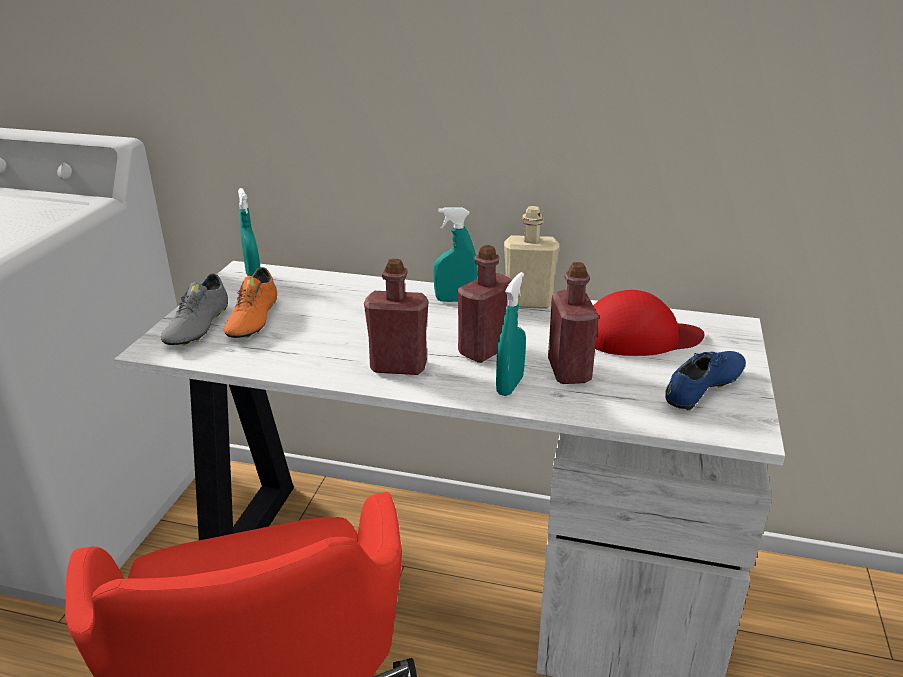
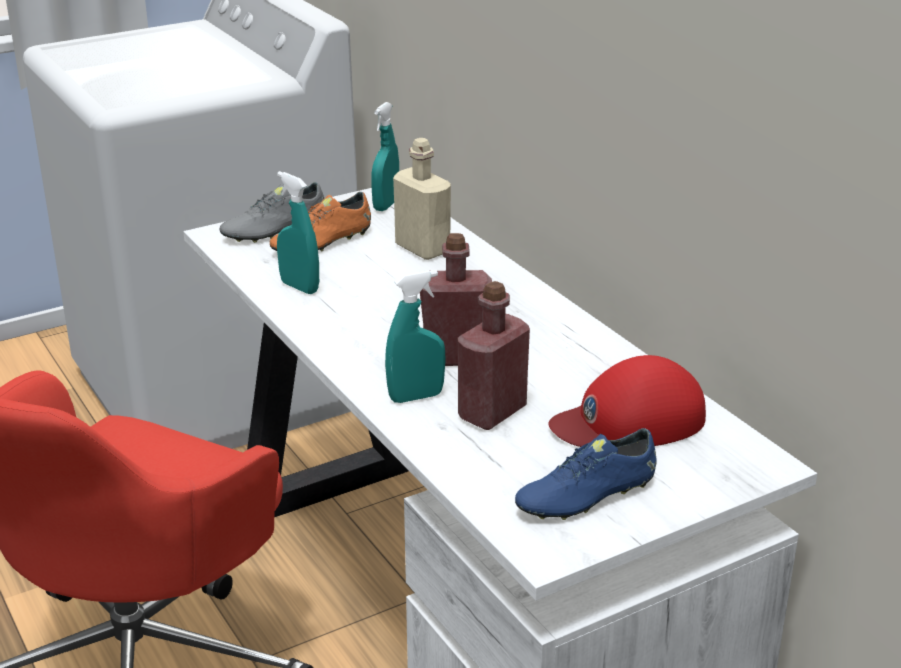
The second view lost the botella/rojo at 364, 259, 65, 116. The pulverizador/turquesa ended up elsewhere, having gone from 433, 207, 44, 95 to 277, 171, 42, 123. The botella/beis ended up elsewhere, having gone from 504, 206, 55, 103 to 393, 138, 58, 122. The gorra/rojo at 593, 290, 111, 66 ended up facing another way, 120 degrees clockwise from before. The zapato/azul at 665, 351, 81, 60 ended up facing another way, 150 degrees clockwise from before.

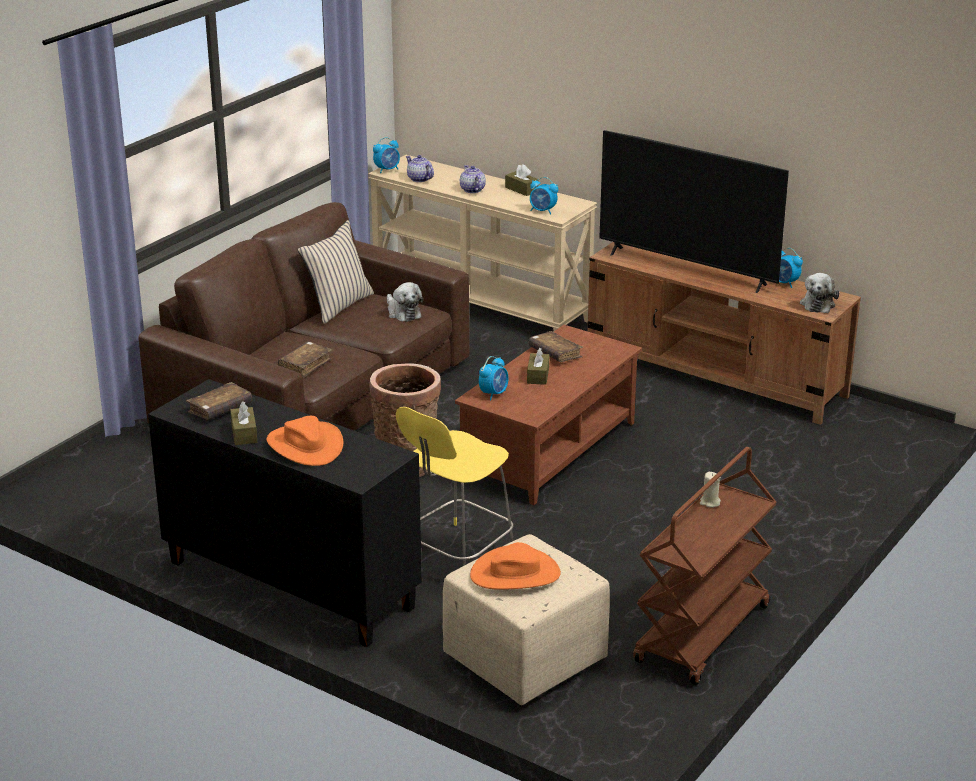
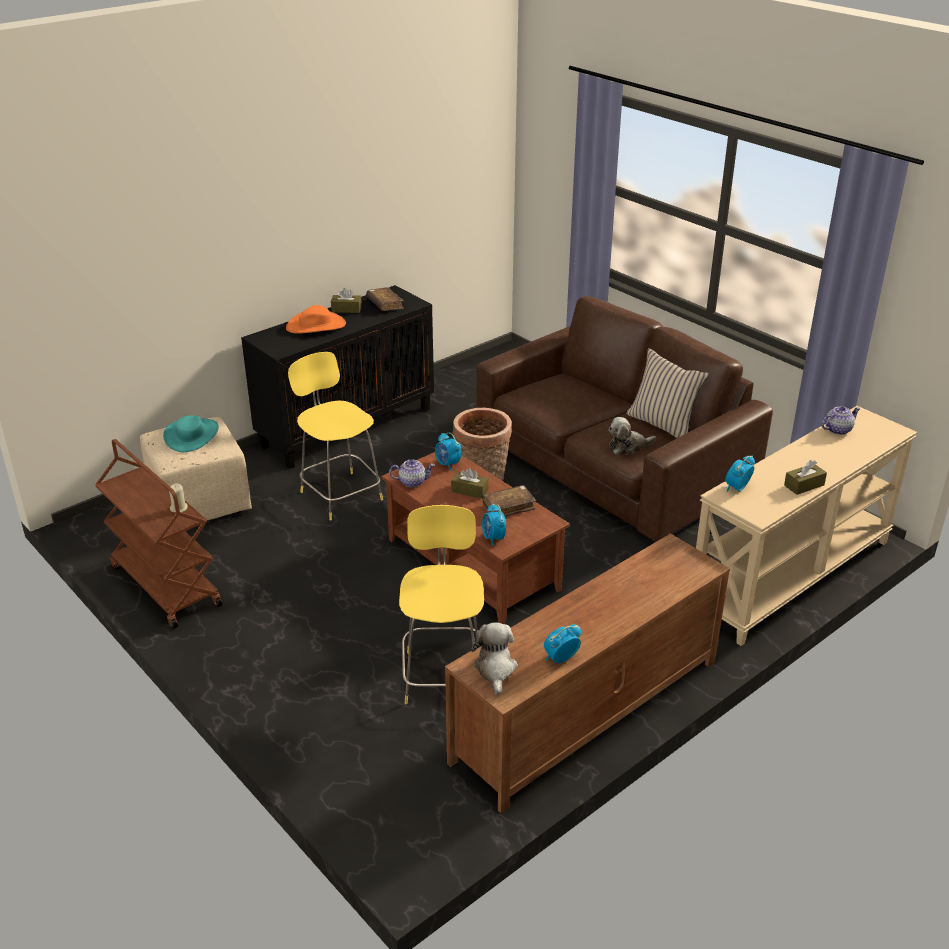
The second view lost the libro/marrón at 278, 341, 54, 37. The despertador ended up elsewhere, having gone from 373, 137, 27, 37 to 482, 503, 24, 43. The tetera ended up elsewhere, having gone from 460, 165, 26, 28 to 389, 459, 46, 29. What was the sombrero/naranja at 470, 542, 91, 48 turned into the sombrero/turquesa at 163, 415, 56, 37. The second view lost the televisor at 600, 130, 189, 163. The peluche at 800, 273, 39, 40 ended up facing another way, 60 degrees clockwise from before. The second view gained the taburete/amarillo at 399, 505, 85, 199.

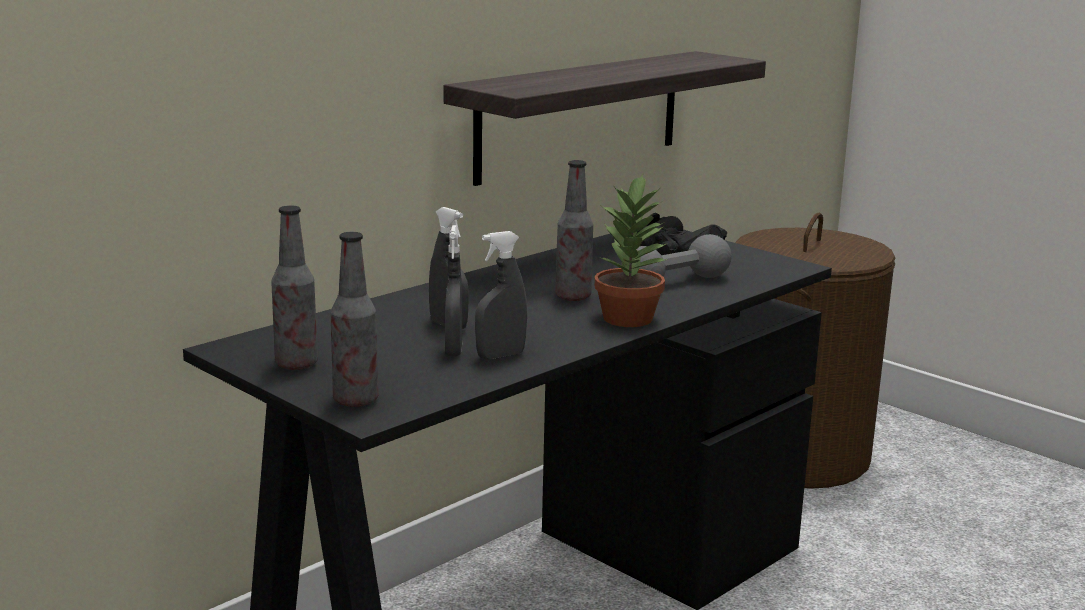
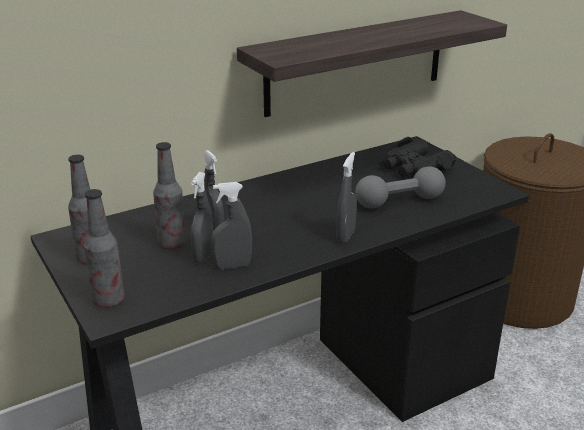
The botella ended up elsewhere, having gone from 555, 160, 38, 141 to 153, 142, 33, 107. Where the planta en maceta stood at 594, 174, 74, 153, the pulverizador/gris came to stand at 336, 152, 21, 91.

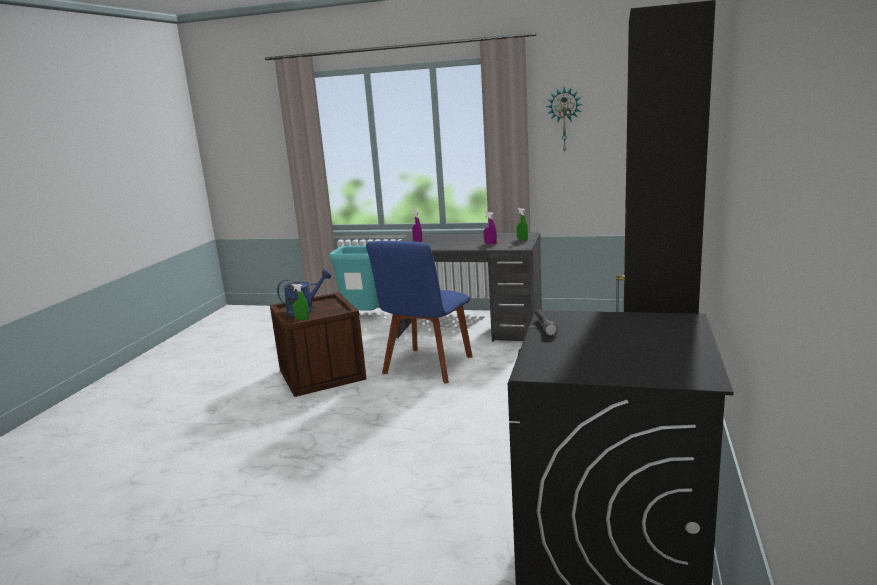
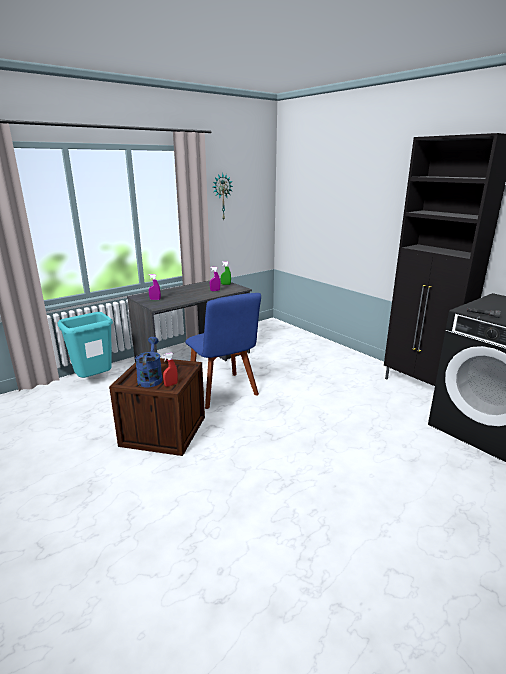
What was the pulverizador/verde at 291, 284, 18, 36 turned into the pulverizador/rojo at 163, 352, 15, 35.

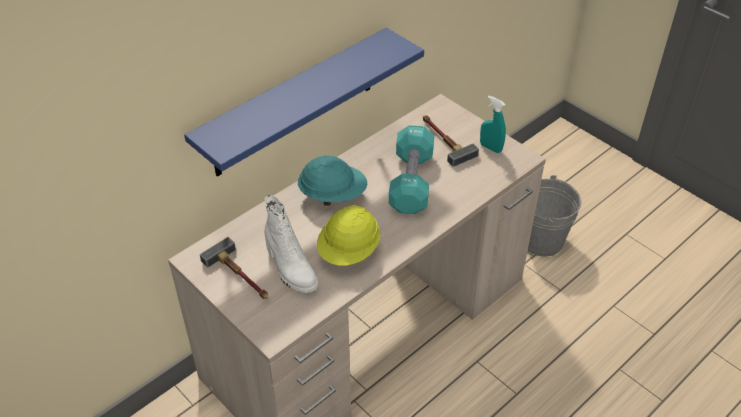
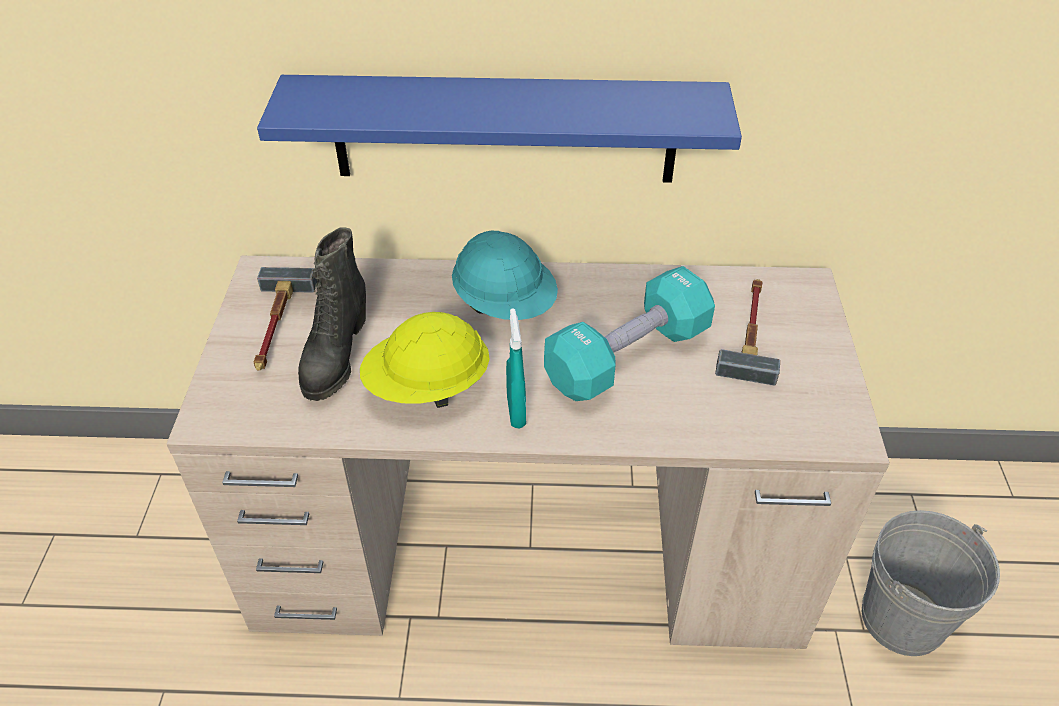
What was the bota/blanco at 264, 195, 54, 98 turned into the bota/negro at 298, 227, 68, 174. The pulverizador/turquesa ended up elsewhere, having gone from 480, 96, 26, 57 to 506, 308, 20, 120.

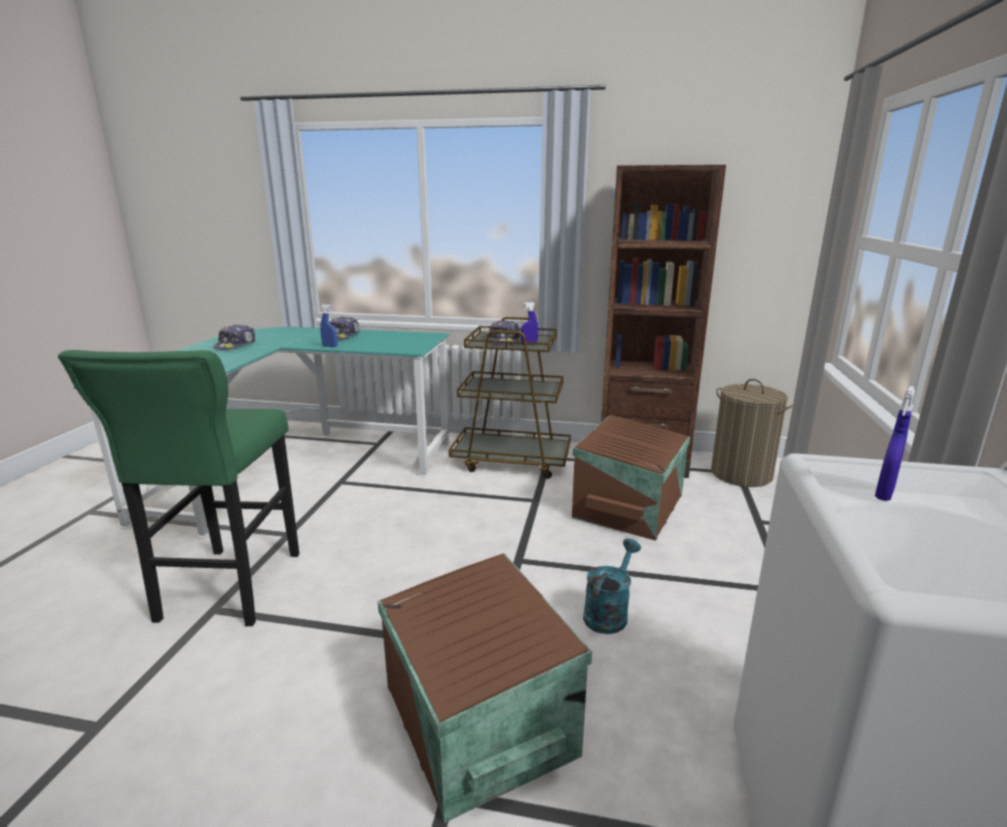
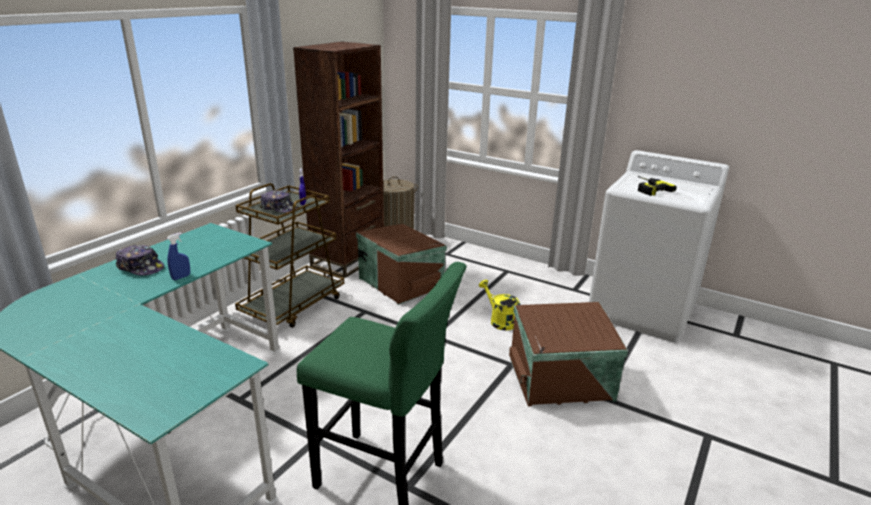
The second view lost the gorra at 213, 325, 42, 25. What was the regadera/turquesa at 583, 539, 58, 95 turned into the regadera/amarillo at 479, 280, 41, 51. Where the pulverizador/azul stood at 875, 386, 40, 115, the taladro came to stand at 638, 176, 39, 20.

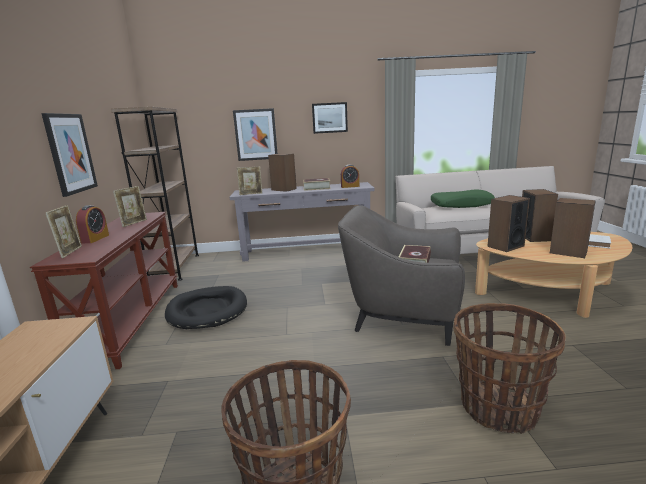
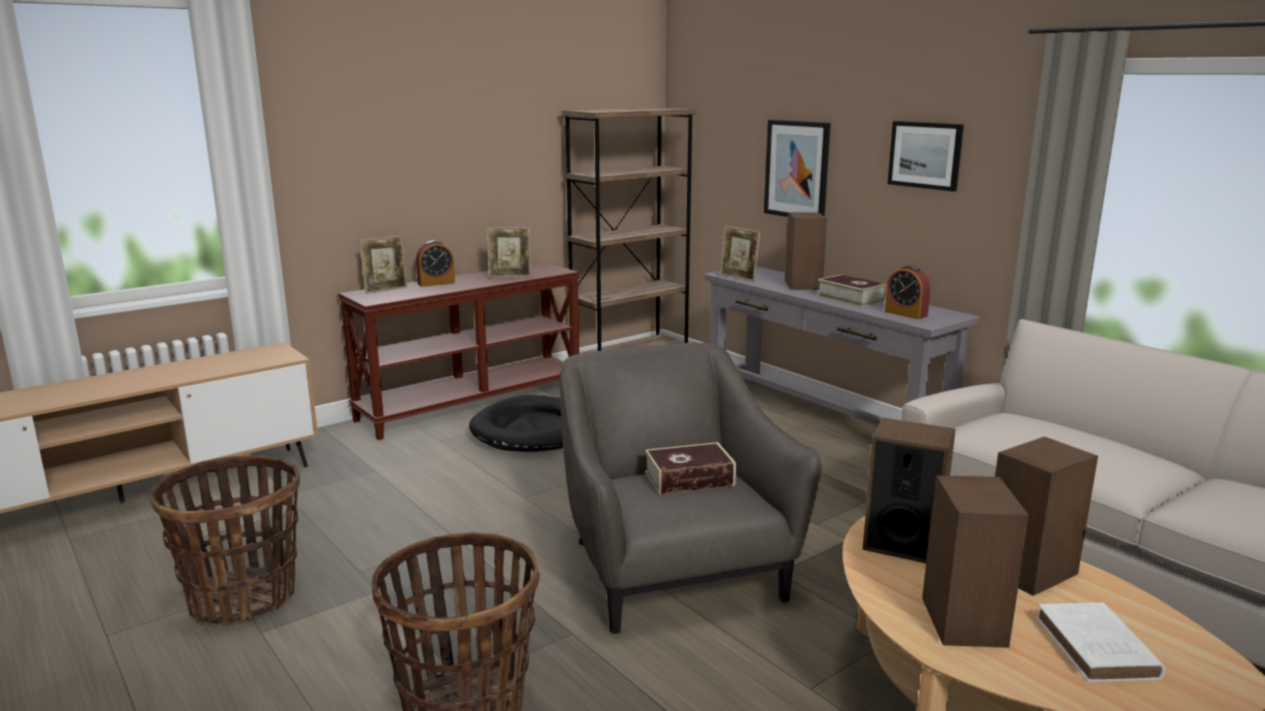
The second view lost the cuadro at 41, 113, 57, 84. The second view lost the cojín/verde at 431, 189, 64, 19.

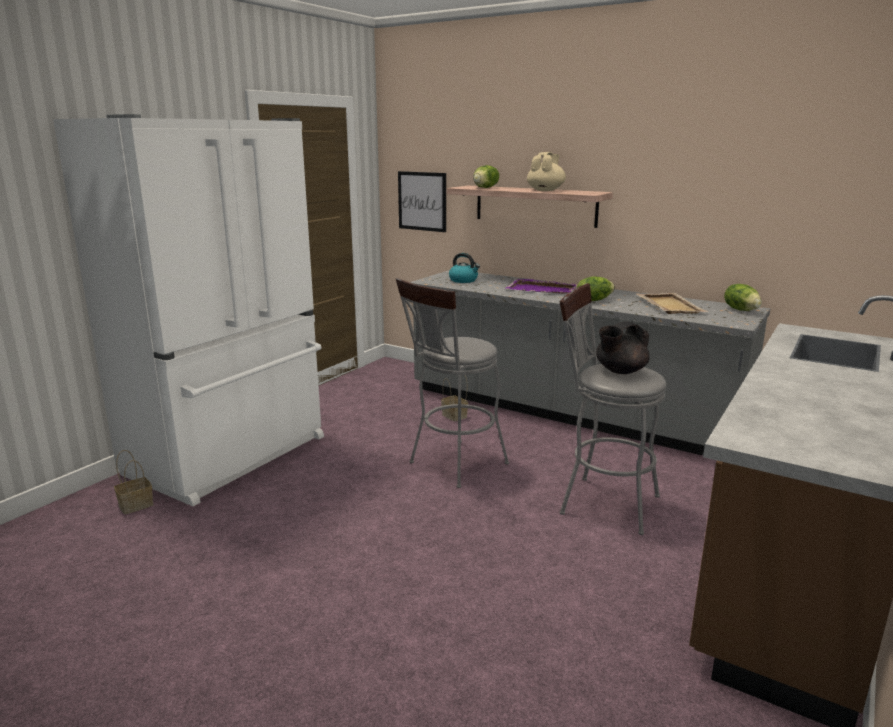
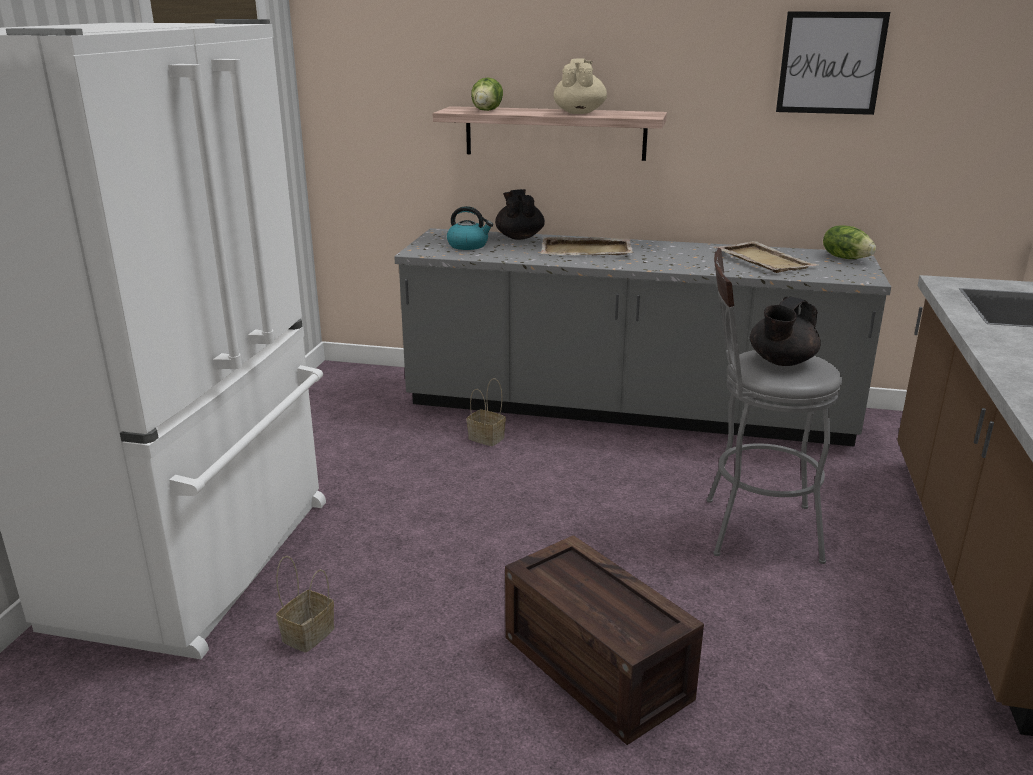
The cesta ended up elsewhere, having gone from 114, 450, 39, 64 to 276, 556, 58, 97. The second view lost the taburete/gris at 396, 278, 113, 210. The cuadro ended up elsewhere, having gone from 398, 171, 48, 61 to 776, 11, 114, 104. What was the bandeja/morado at 506, 279, 72, 15 turned into the bandeja/beis at 541, 237, 92, 18. The second view lost the lechuga at 577, 277, 38, 24. The second view gained the tetera/negro at 495, 189, 50, 51. The second view gained the caja de embalaje at 505, 535, 199, 210.

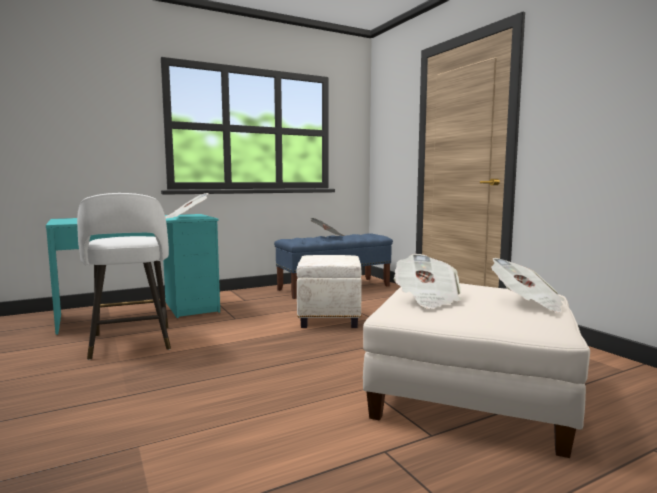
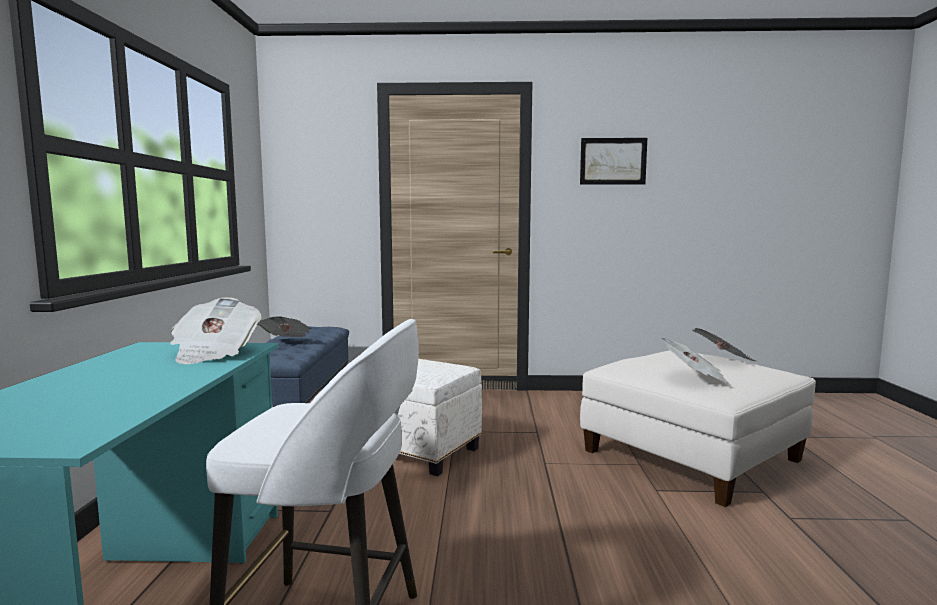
The second view gained the cuadro at 580, 138, 67, 47.

